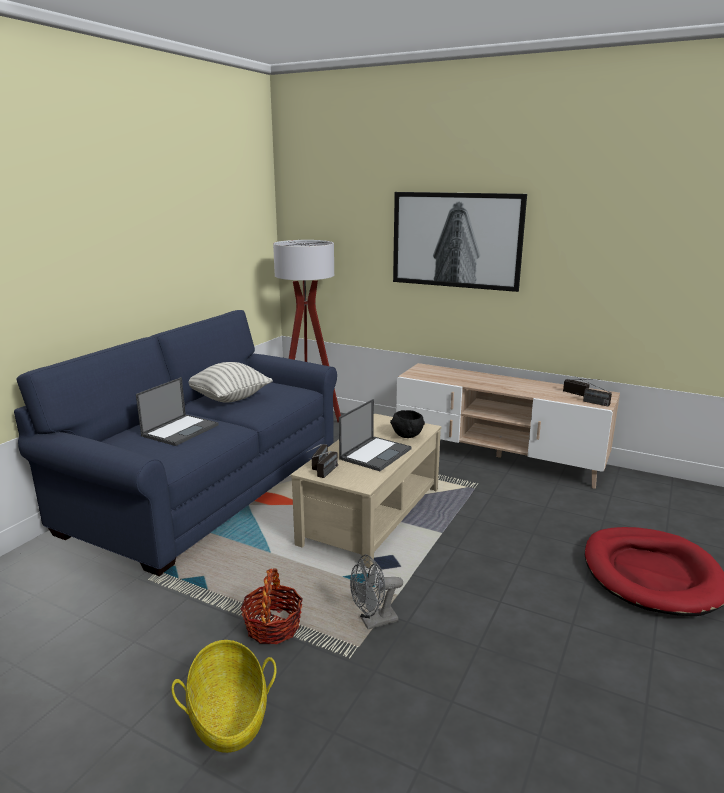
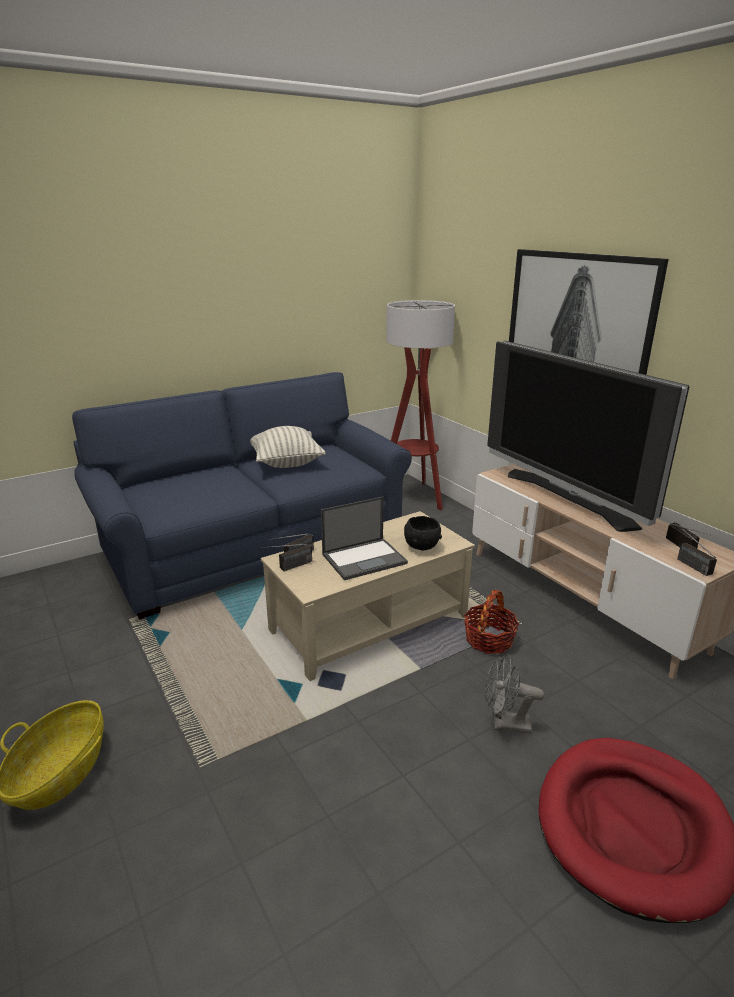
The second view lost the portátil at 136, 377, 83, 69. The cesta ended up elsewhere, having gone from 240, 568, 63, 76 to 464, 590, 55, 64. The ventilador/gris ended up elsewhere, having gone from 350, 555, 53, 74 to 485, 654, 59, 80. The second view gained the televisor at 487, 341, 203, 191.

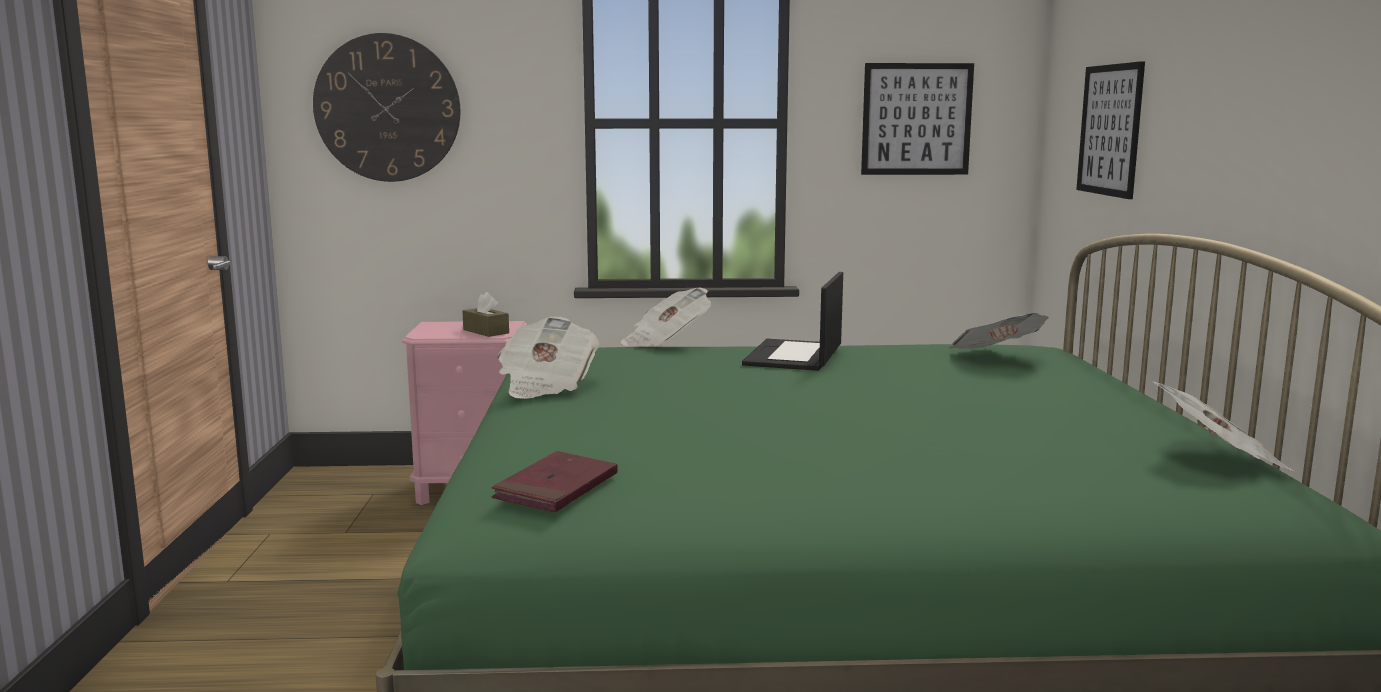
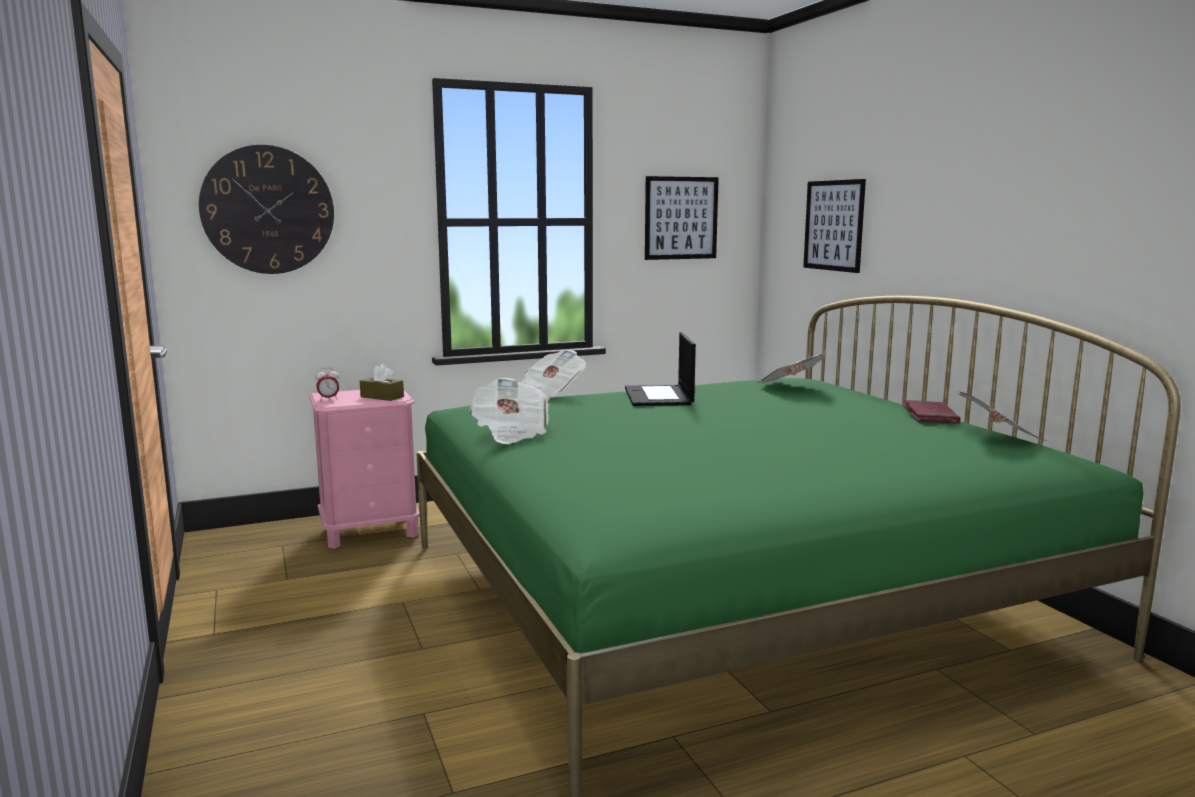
The libro/rojo ended up elsewhere, having gone from 491, 451, 127, 61 to 903, 400, 57, 24. The second view gained the despertador at 315, 368, 24, 33.

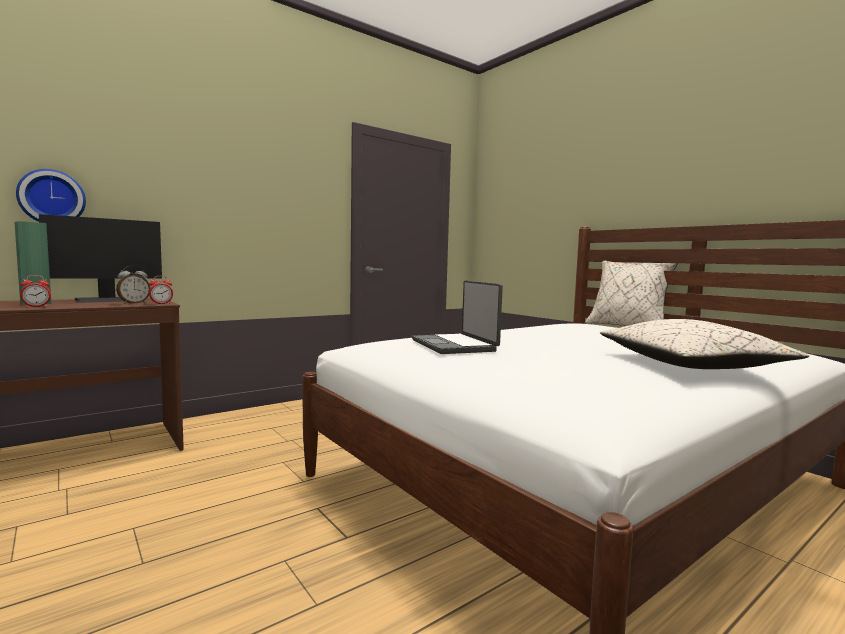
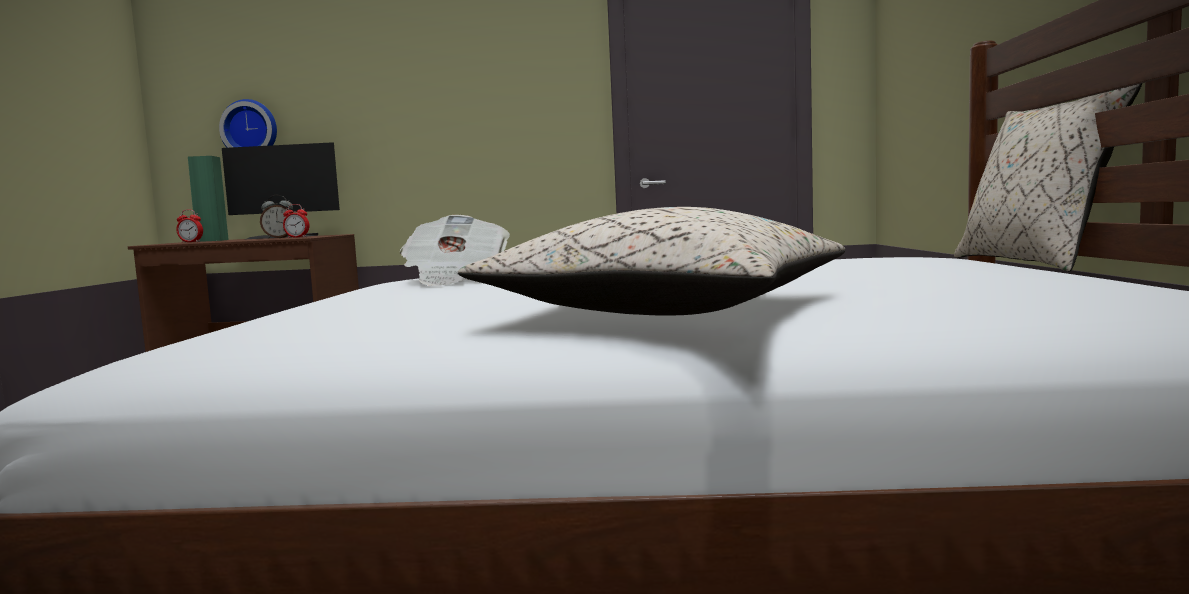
Where the portátil stood at 412, 280, 91, 74, the periódico came to stand at 400, 215, 110, 71.

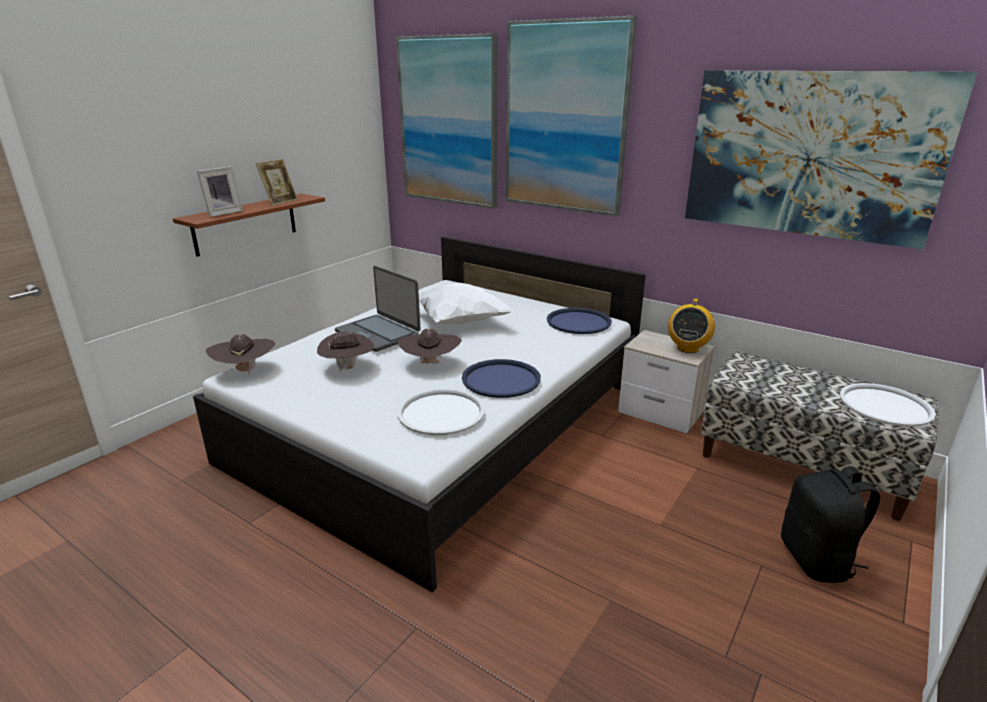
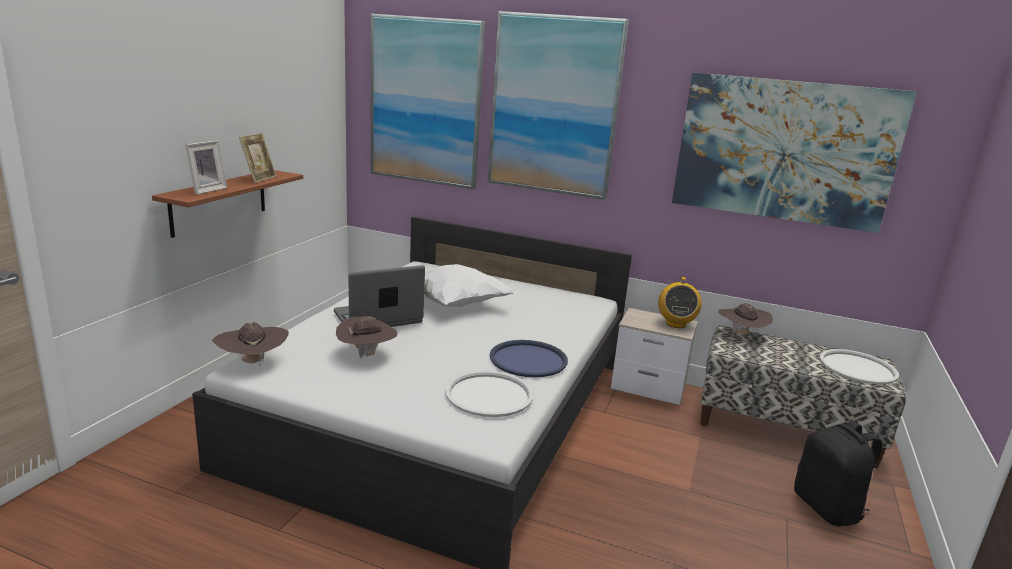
The portátil at 335, 266, 86, 86 ended up facing another way, 120 degrees clockwise from before. The sombrero/marrón ended up elsewhere, having gone from 397, 329, 65, 34 to 718, 303, 55, 31. The second view lost the bandeja/azul at 547, 308, 65, 26.

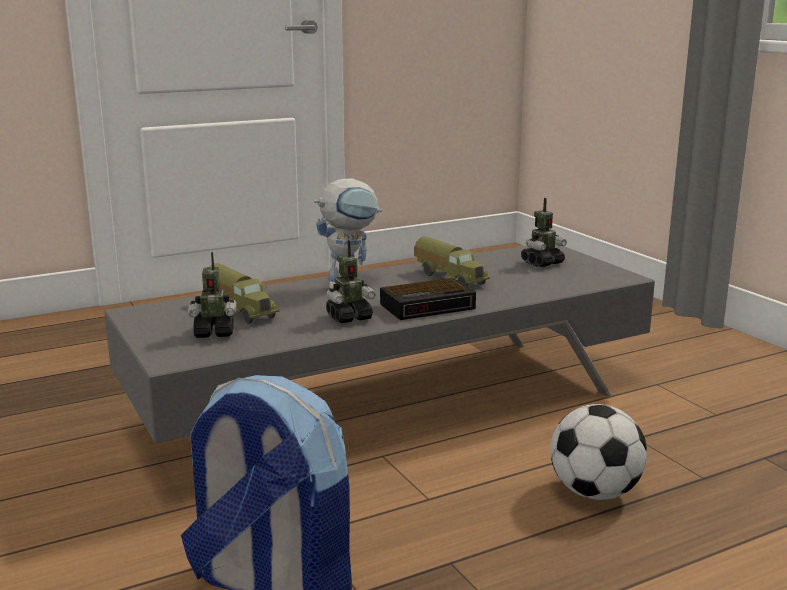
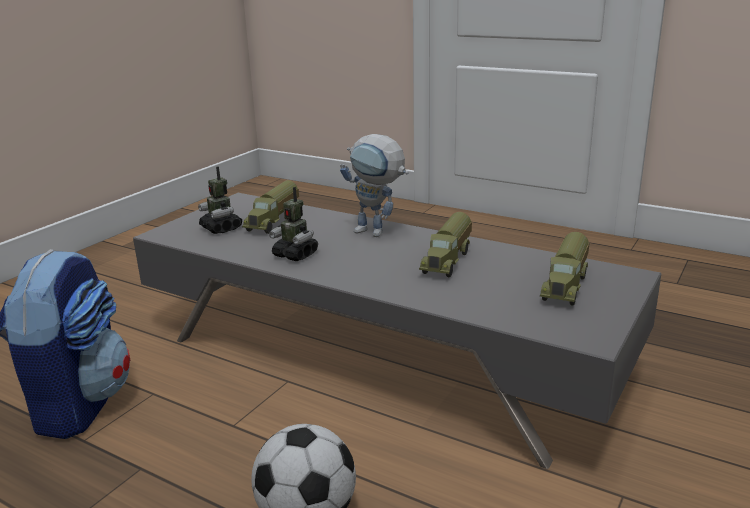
The second view lost the despertador at 380, 278, 96, 42. Where the robot de juguete stood at 521, 198, 46, 69, the camión de juguete came to stand at 540, 232, 50, 73.

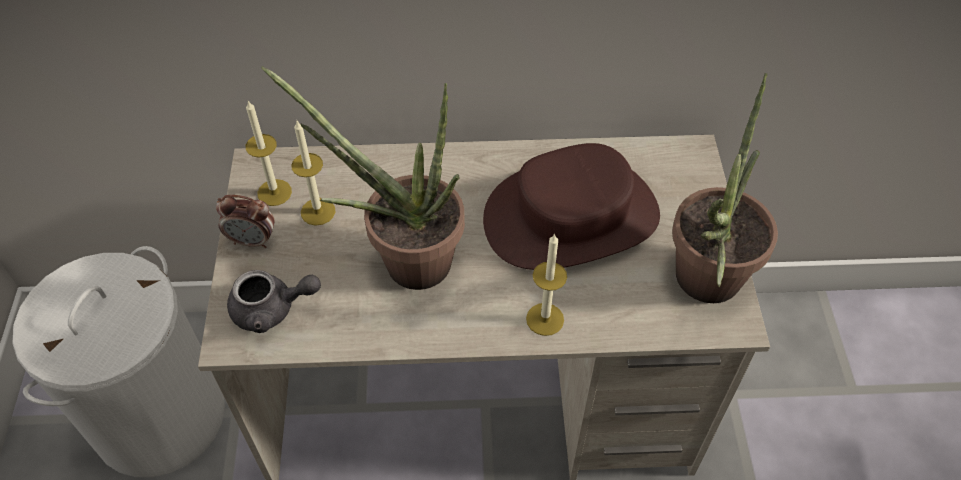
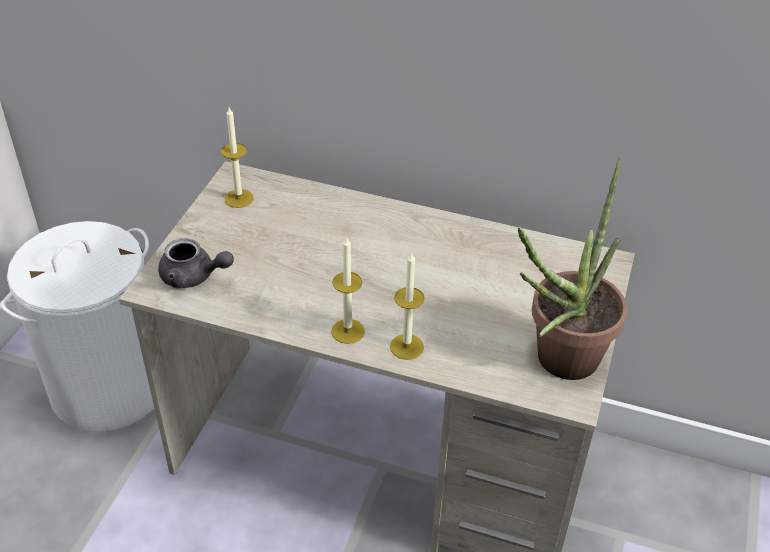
The second view lost the despertador at 216, 195, 59, 53. The second view lost the planta en maceta at 261, 66, 204, 224. The vela ended up elsewhere, having gone from 291, 121, 44, 105 to 331, 236, 34, 108. The second view lost the sombrero/marrón at 483, 143, 177, 127.

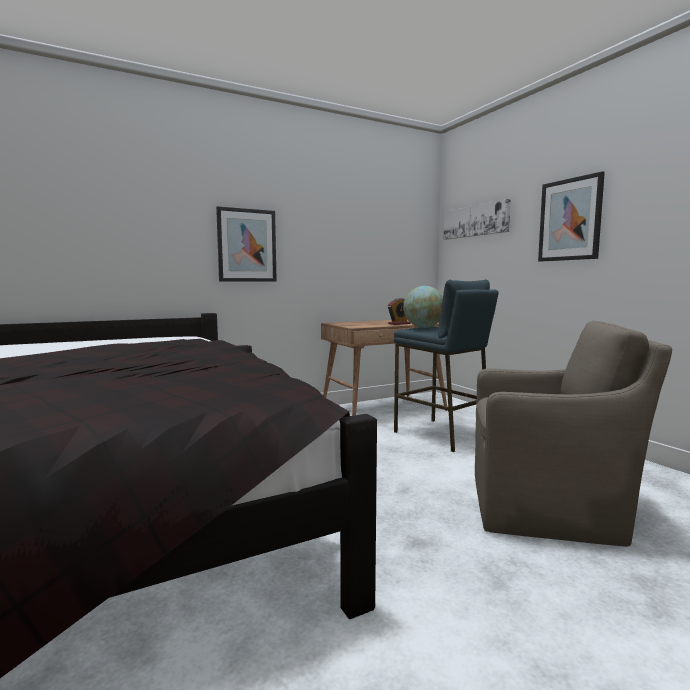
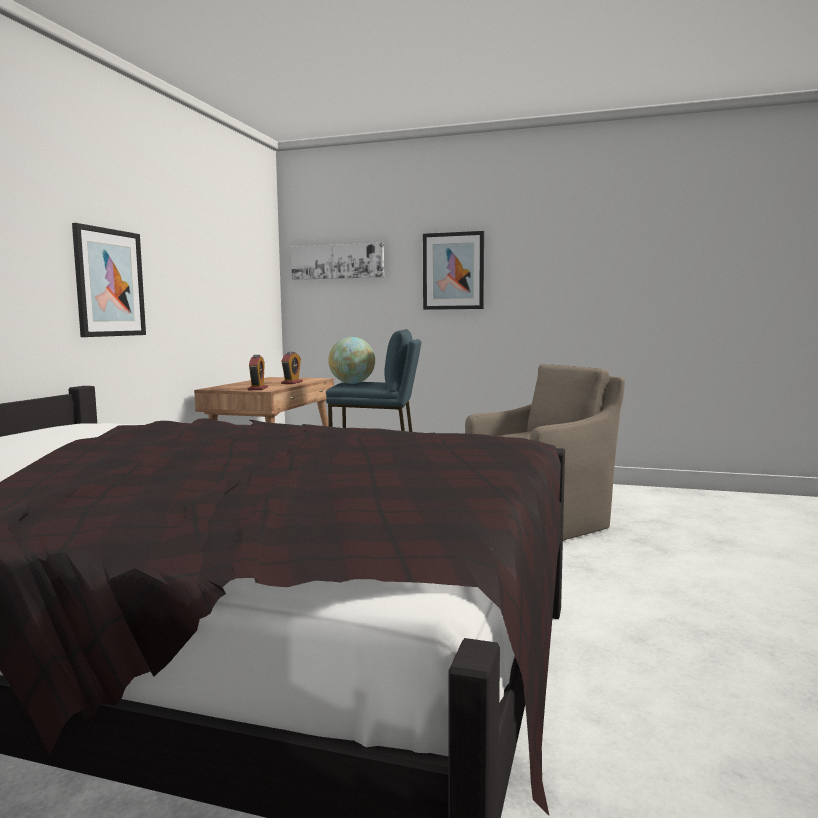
The second view gained the despertador at 248, 355, 20, 35.

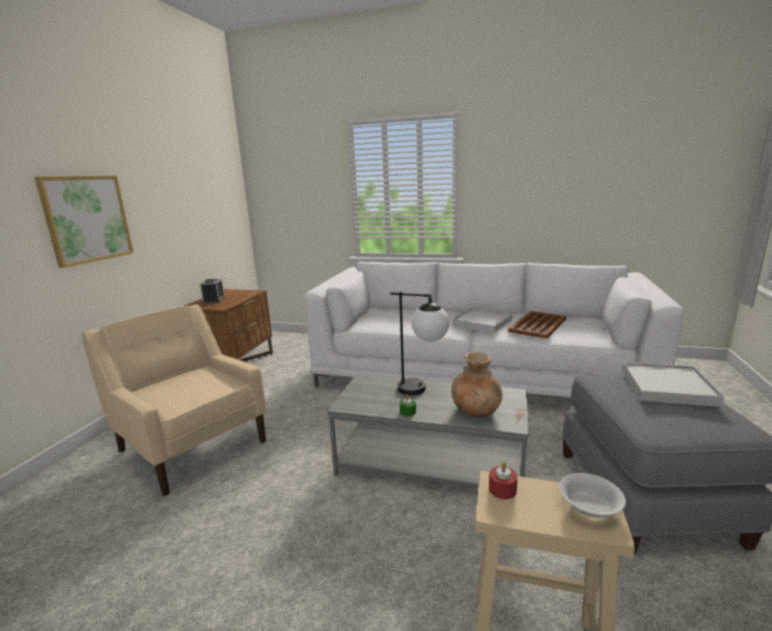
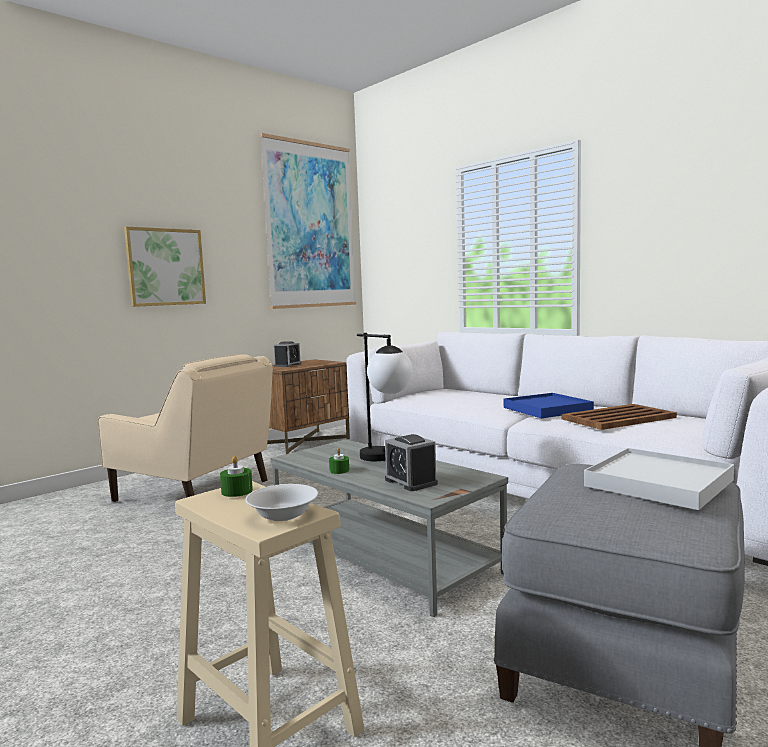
The sillón/beis at 82, 304, 185, 192 ended up facing another way, 135 degrees clockwise from before. Where the florero/marrón stood at 451, 352, 52, 65, the despertador came to stand at 385, 434, 53, 57. What was the bandeja/blanco at 452, 307, 61, 26 turned into the bandeja/azul at 504, 393, 90, 25. What was the vela/rojo at 489, 462, 29, 37 turned into the vela/verde at 220, 456, 33, 41. The second view gained the cuadro at 260, 133, 96, 176.

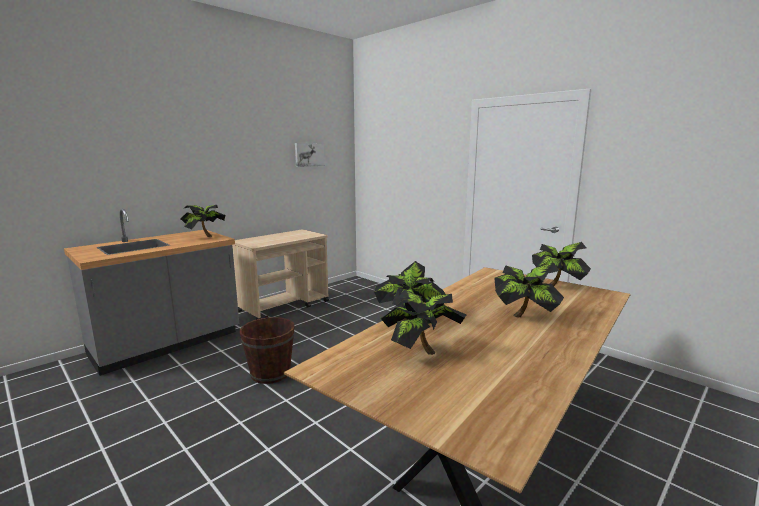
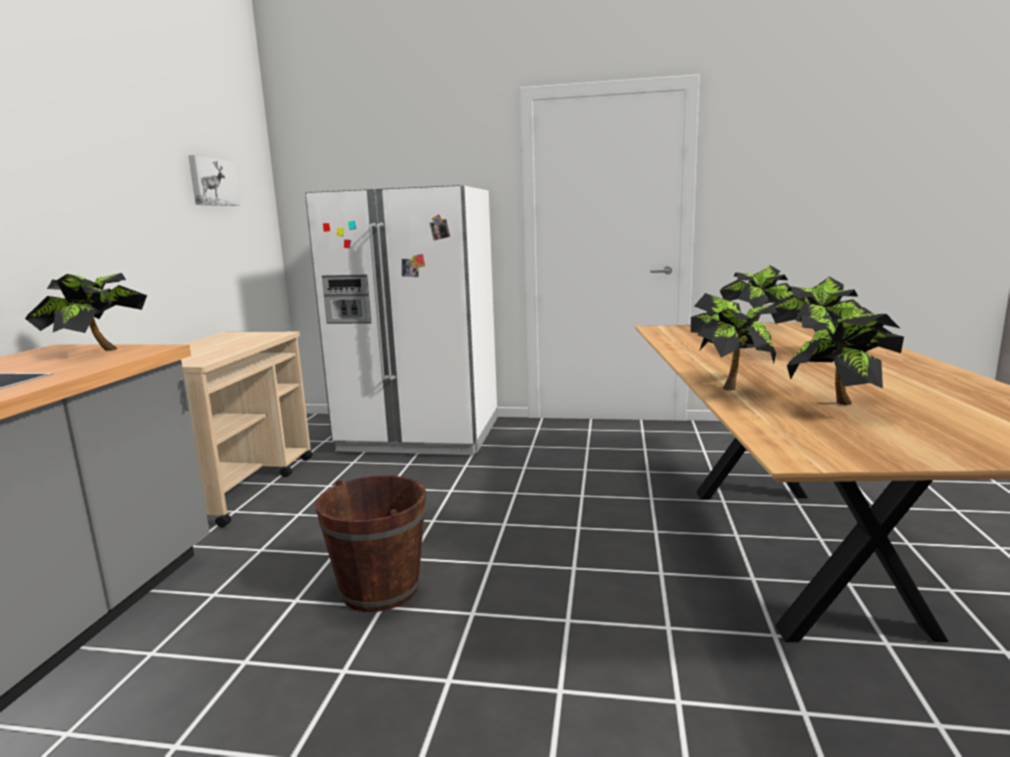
The second view gained the nevera/blanco at 305, 185, 193, 270.

